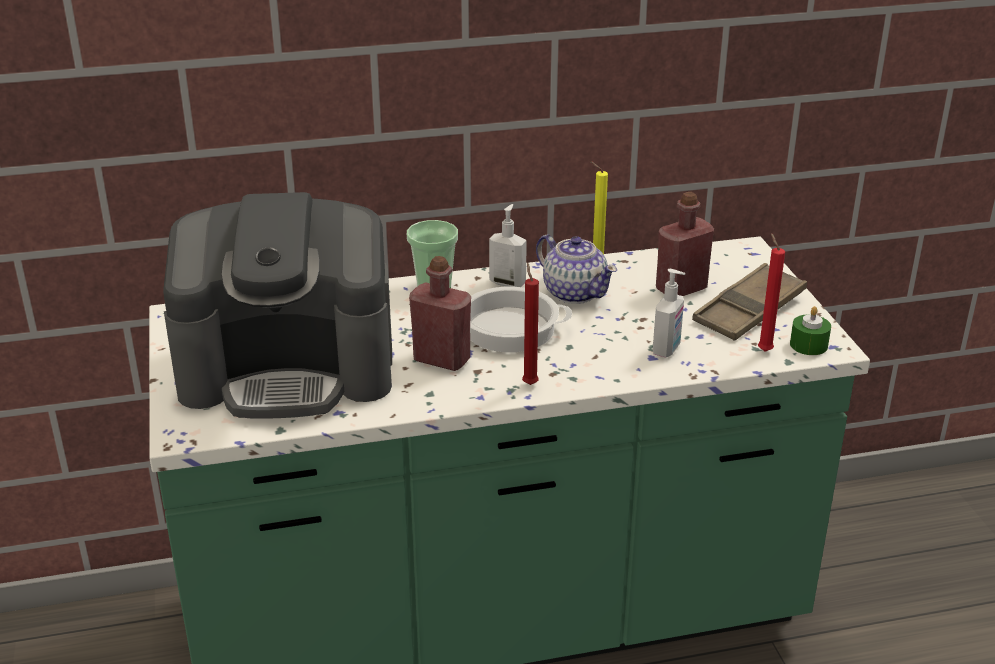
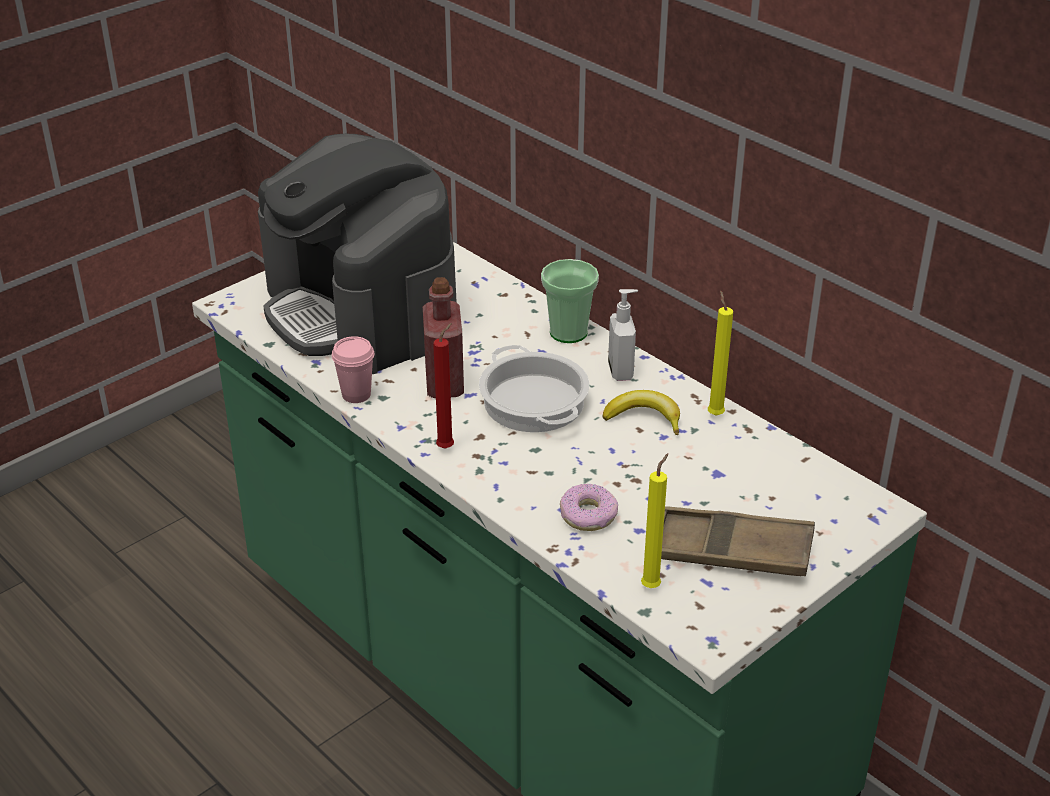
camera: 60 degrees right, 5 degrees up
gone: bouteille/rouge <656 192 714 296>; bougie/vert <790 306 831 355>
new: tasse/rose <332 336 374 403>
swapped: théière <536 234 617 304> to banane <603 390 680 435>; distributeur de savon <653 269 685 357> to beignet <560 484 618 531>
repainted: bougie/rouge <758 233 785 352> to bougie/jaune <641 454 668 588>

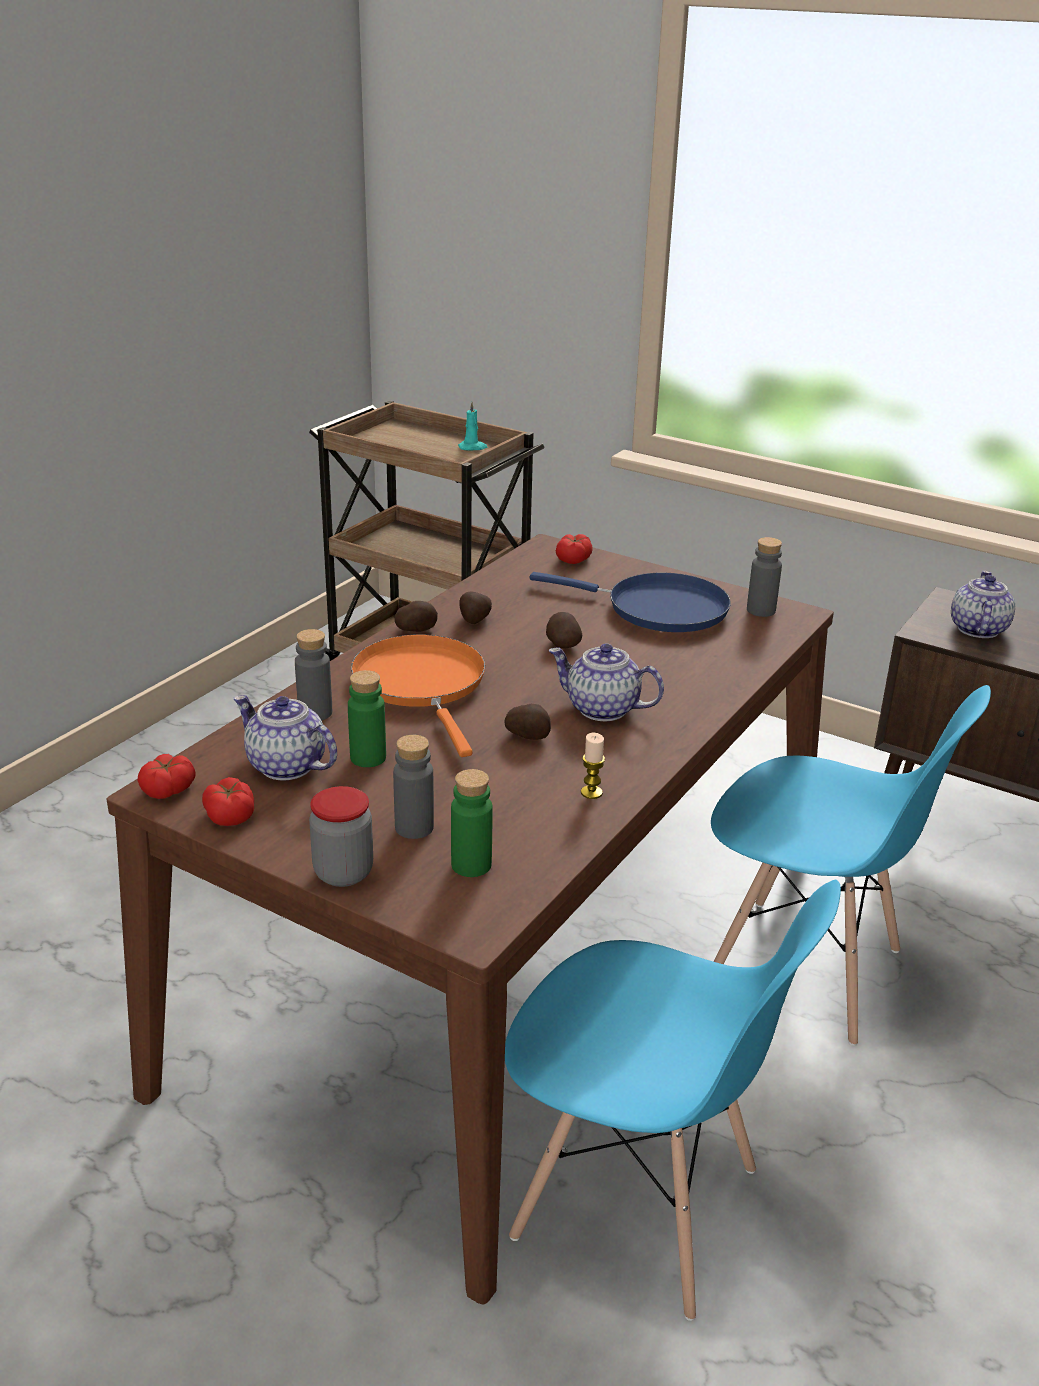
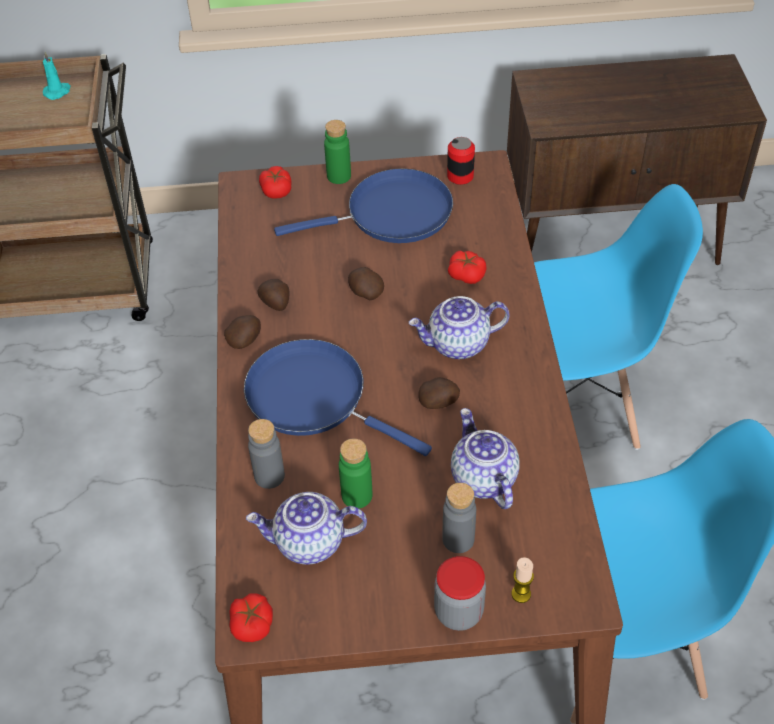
camera: 35 degrees left, 20 degrees up
shifted: tomate <202 777 254 826> to <448 250 487 284>; bouteille/vert <451 769 493 877> to <324 120 351 184>; bougie <581 733 605 799> to <511 557 534 603>; théière <951 571 1015 638> to <451 408 520 509>
swapped: bouteille/gris <747 537 782 617> to boîte métallique <447 137 475 185>
repainted: poêle/orange <351 634 485 757> to poêle/bleu <244 339 432 456>

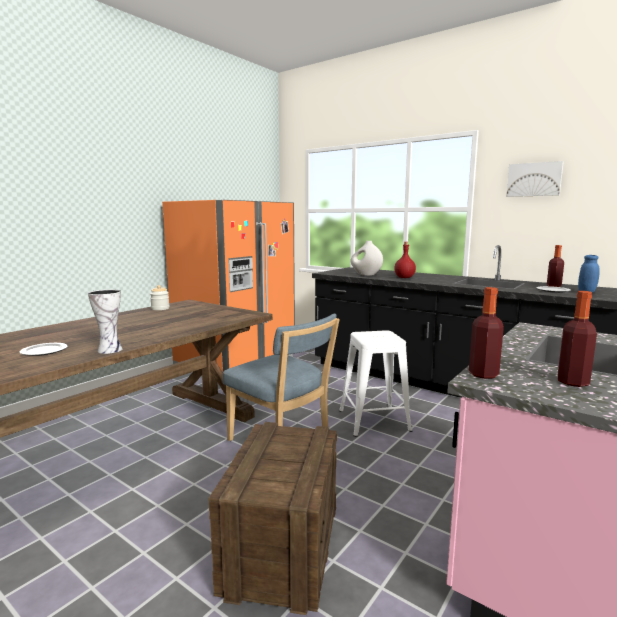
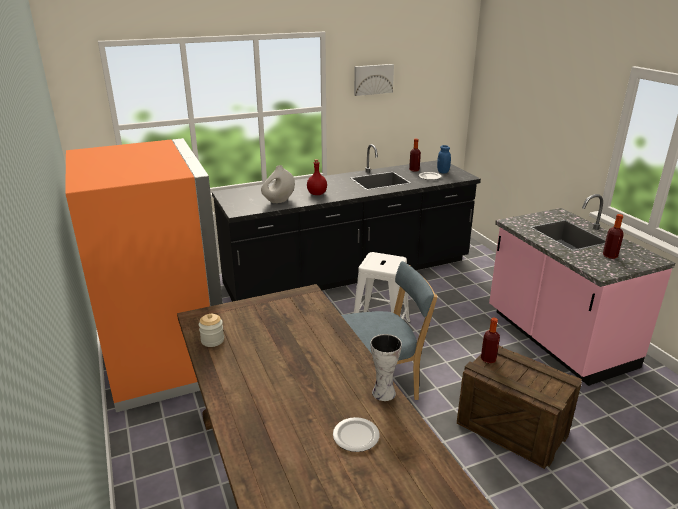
camera: 60 degrees left, 15 degrees up
shifted: bouteille <469 287 504 379> to <481 318 500 364>

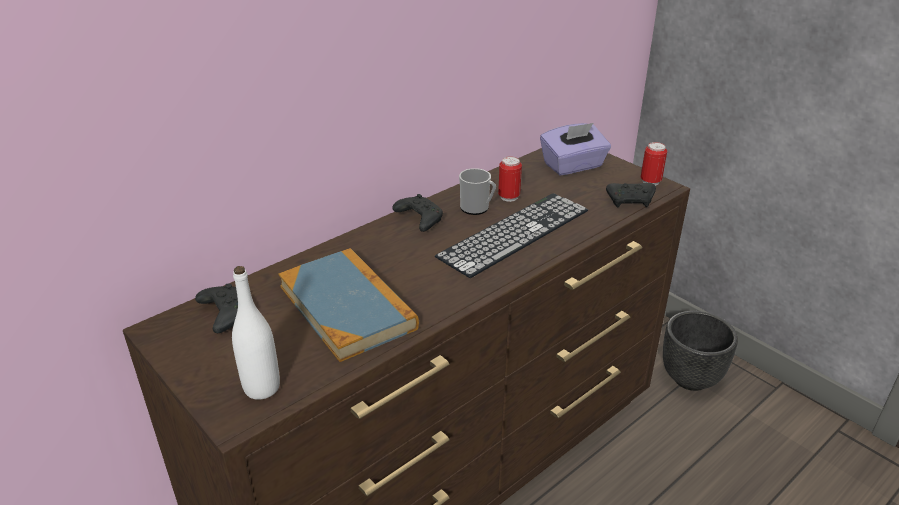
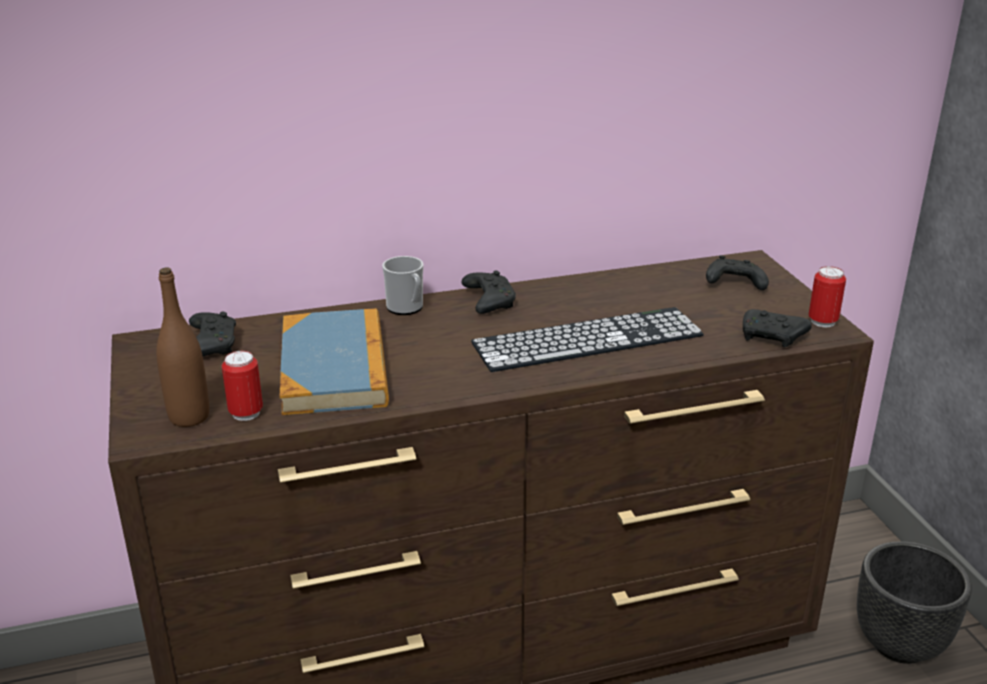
camera: 25 degrees right, 5 degrees down
shifted: mug <459 168 496 215> to <382 256 424 315>; boîte métallique <498 156 522 202> to <222 351 263 421>
swapped: boîte à mouchoirs/violet <540 123 611 175> to manette/noir <706 255 769 290>
repainted: bouteille/blanc <232 266 280 400> to bouteille/marron <156 267 209 427>

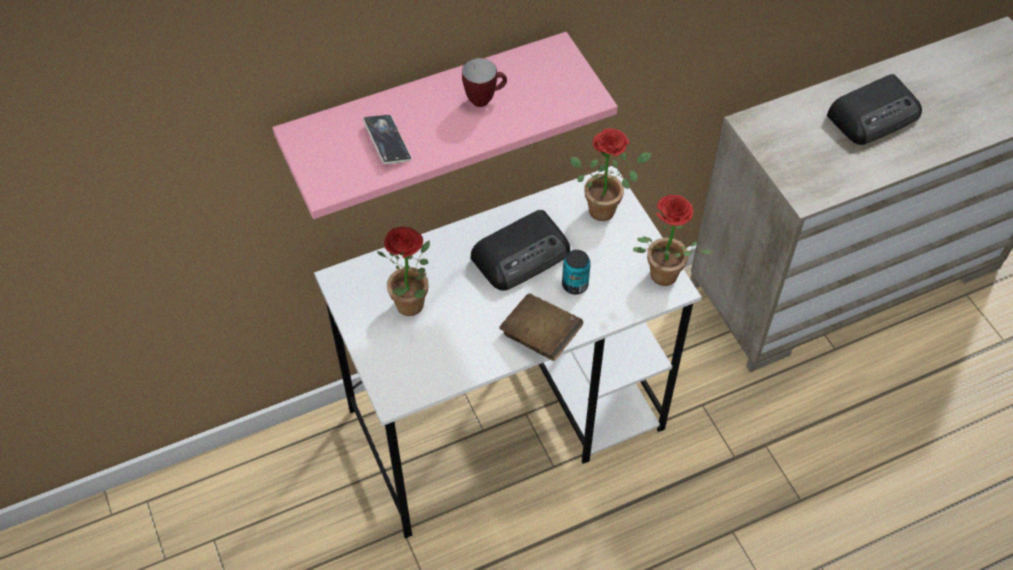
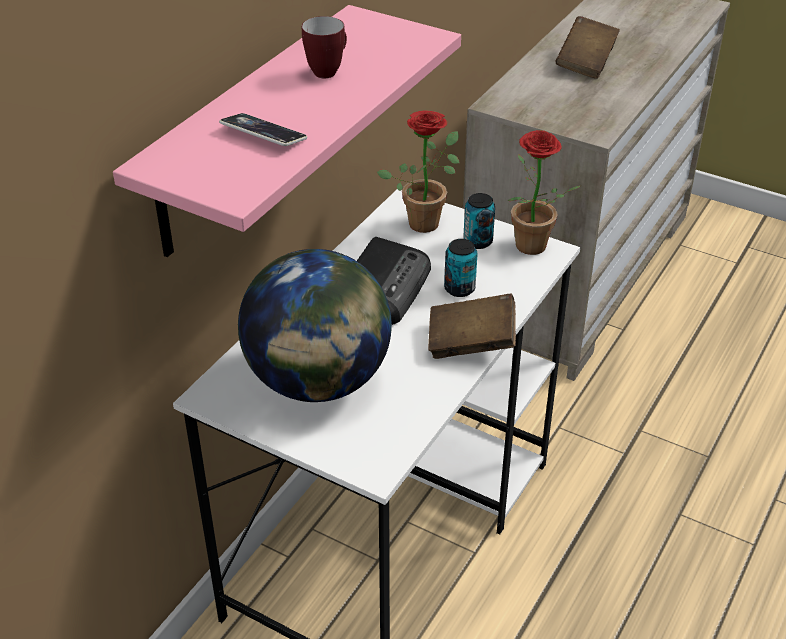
camera: 35 degrees left, 15 degrees down
new: boîte métallique <463 193 495 249>
swapped: plante en pot <376 226 430 316> to globe <238 249 392 402>; radio <827 74 922 145> to livre/marron <556 16 620 79>

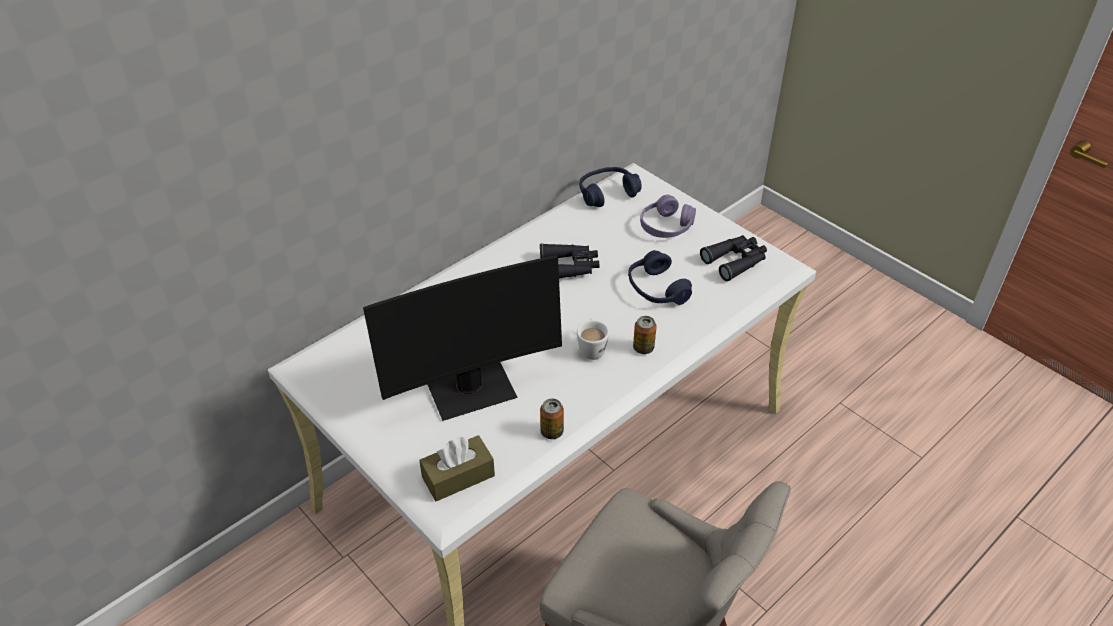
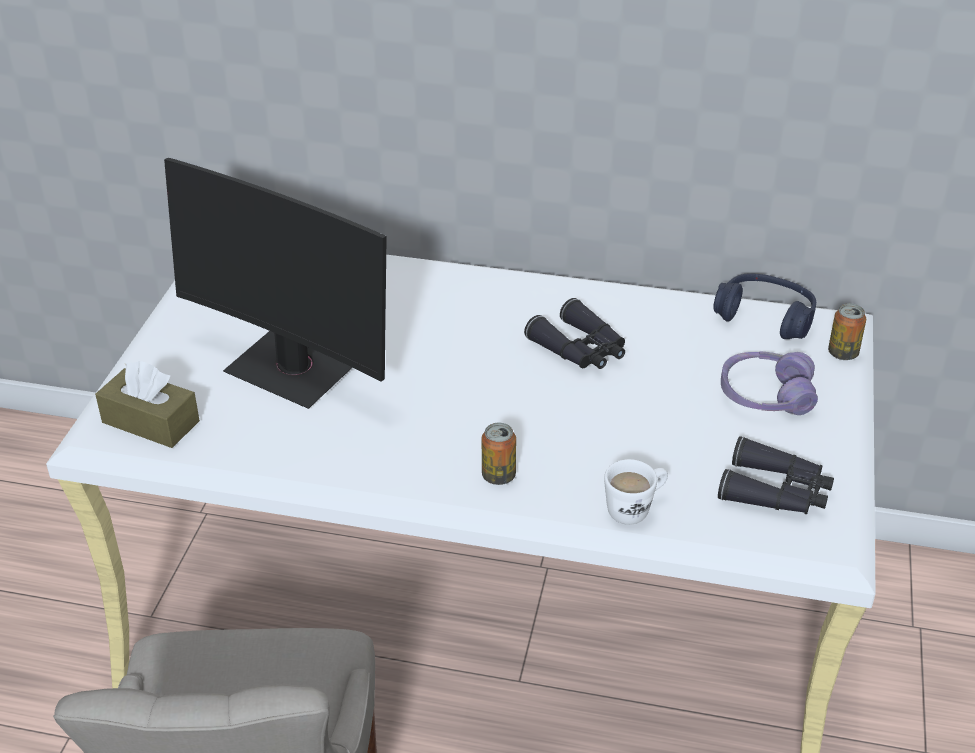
camera: 55 degrees right, 5 degrees down
gone: casque audio/bleu <628 250 692 305>
shifted: boîte métallique <540 399 564 439> to <828 303 866 360>; mug/blanc <577 318 609 360> to <604 459 668 525>

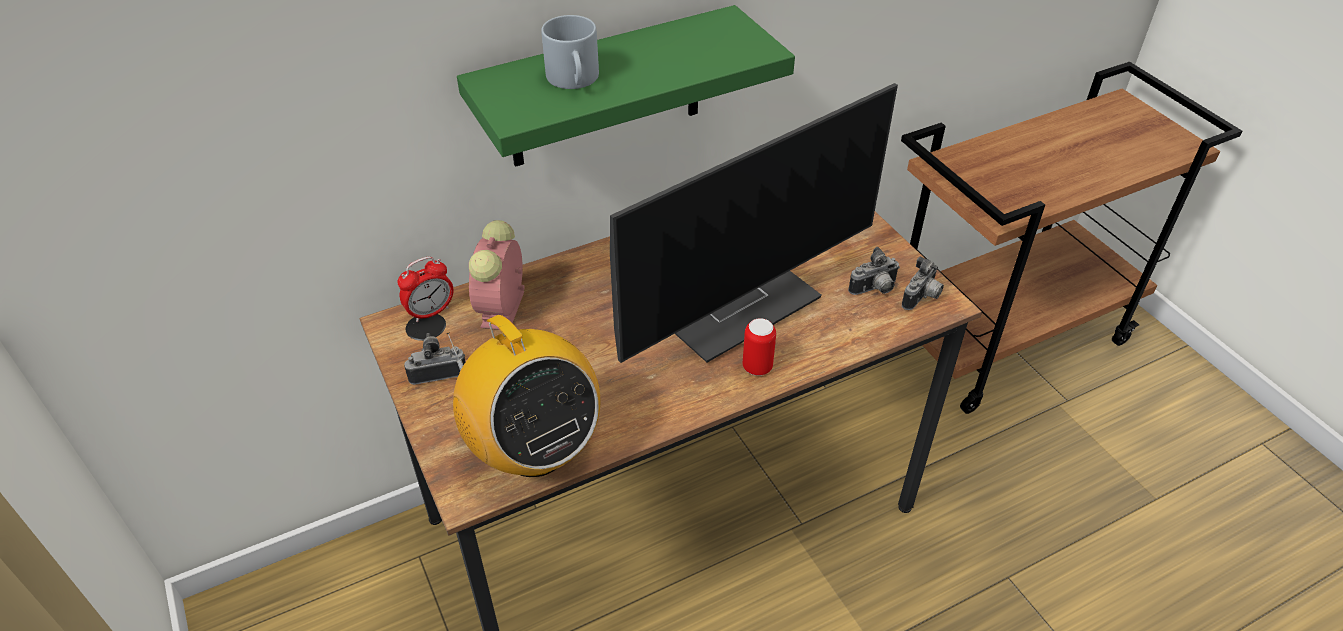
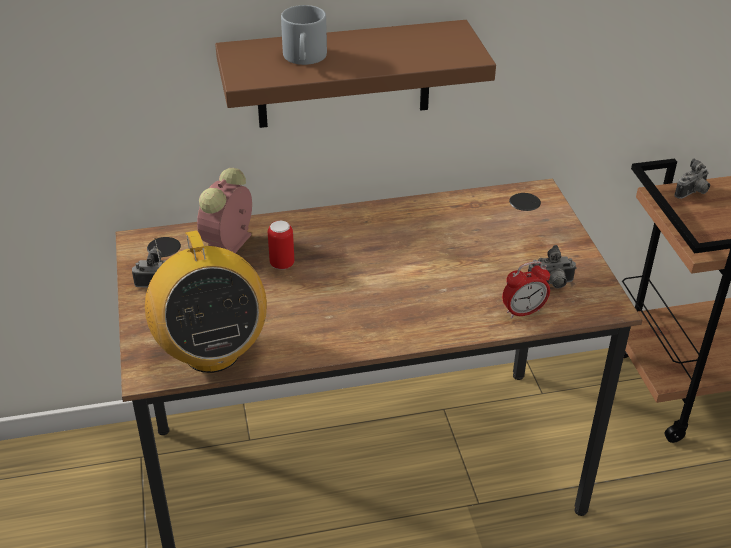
camera: 15 degrees right, 5 degrees down
gone: écran d'ordinateur <610 83 898 363>
shifted: réveil <398 257 454 322> to <502 261 550 319>; boîte métallique <742 318 776 376> to <268 221 294 270>; appareil photo <902 256 944 310> to <674 158 710 199>
repainted: étagère/vert <457 5 795 167> to étagère/marron <215 20 496 128>

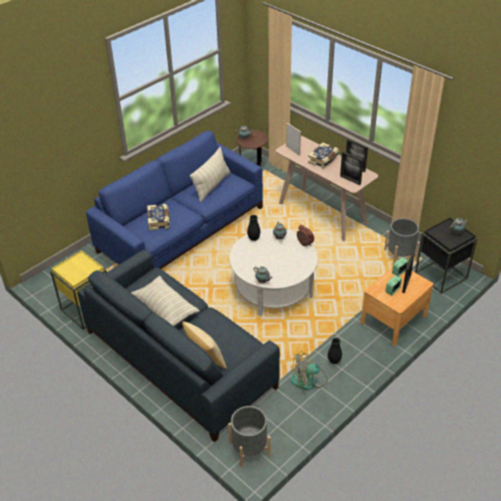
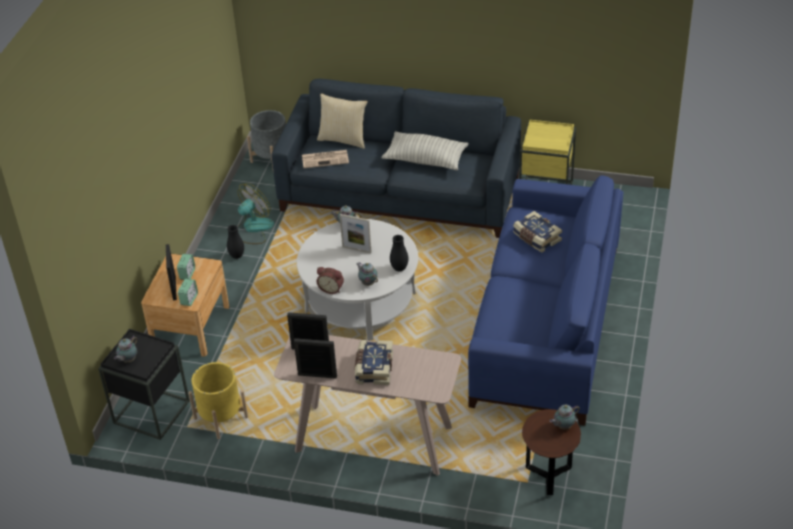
camera: 150 degrees right, 0 degrees up
gone: coussin <190 147 231 202>
new: journal <302 150 349 168>
shifted: cadre photo <286 123 301 156> to <340 214 372 253>
repainted: cache-pot/gris <384 218 420 265> to cache-pot/jaune <188 362 248 439>

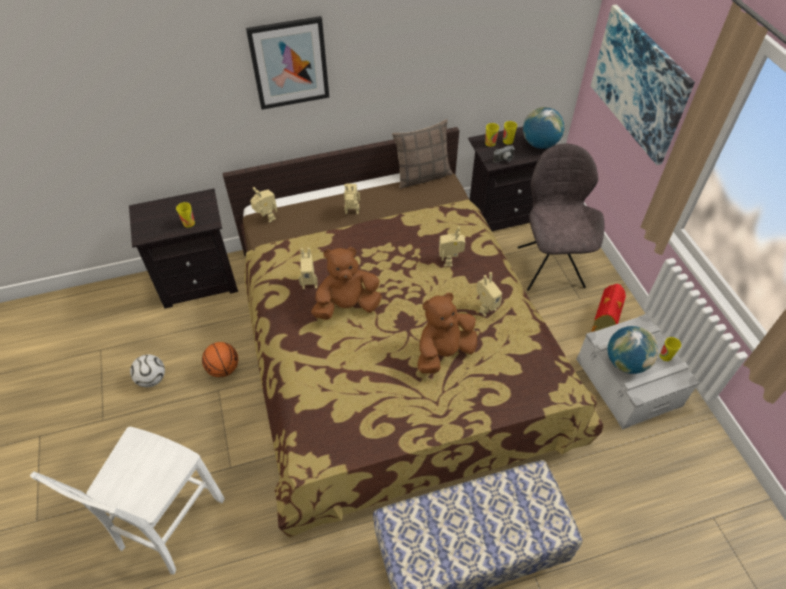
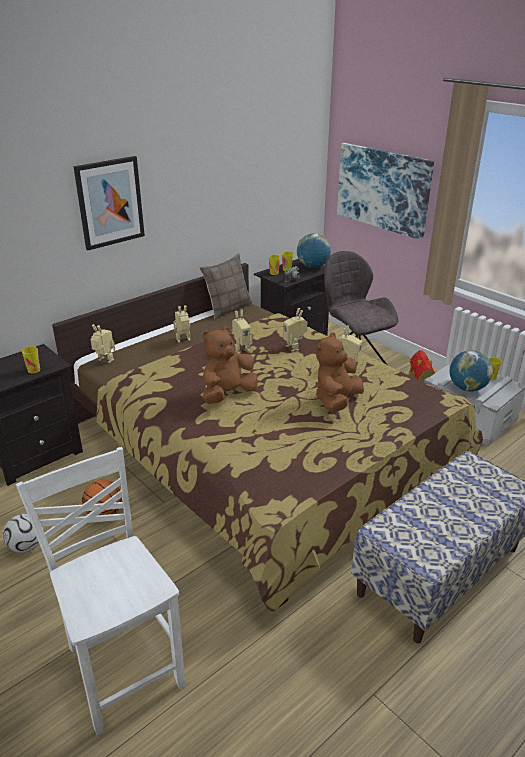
camera: 25 degrees left, 20 degrees down
shifted: robot jouet <299 248 318 289> to <232 310 252 354>
rotated: chaise/blanc <30 427 225 575> = <16 447 185 735> 150 degrees clockwise

